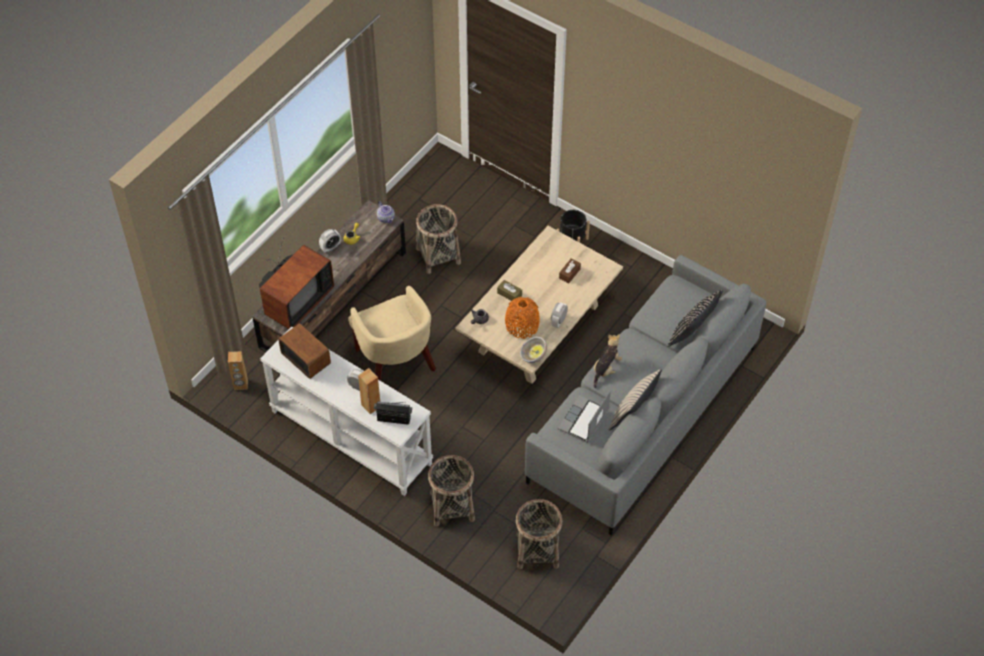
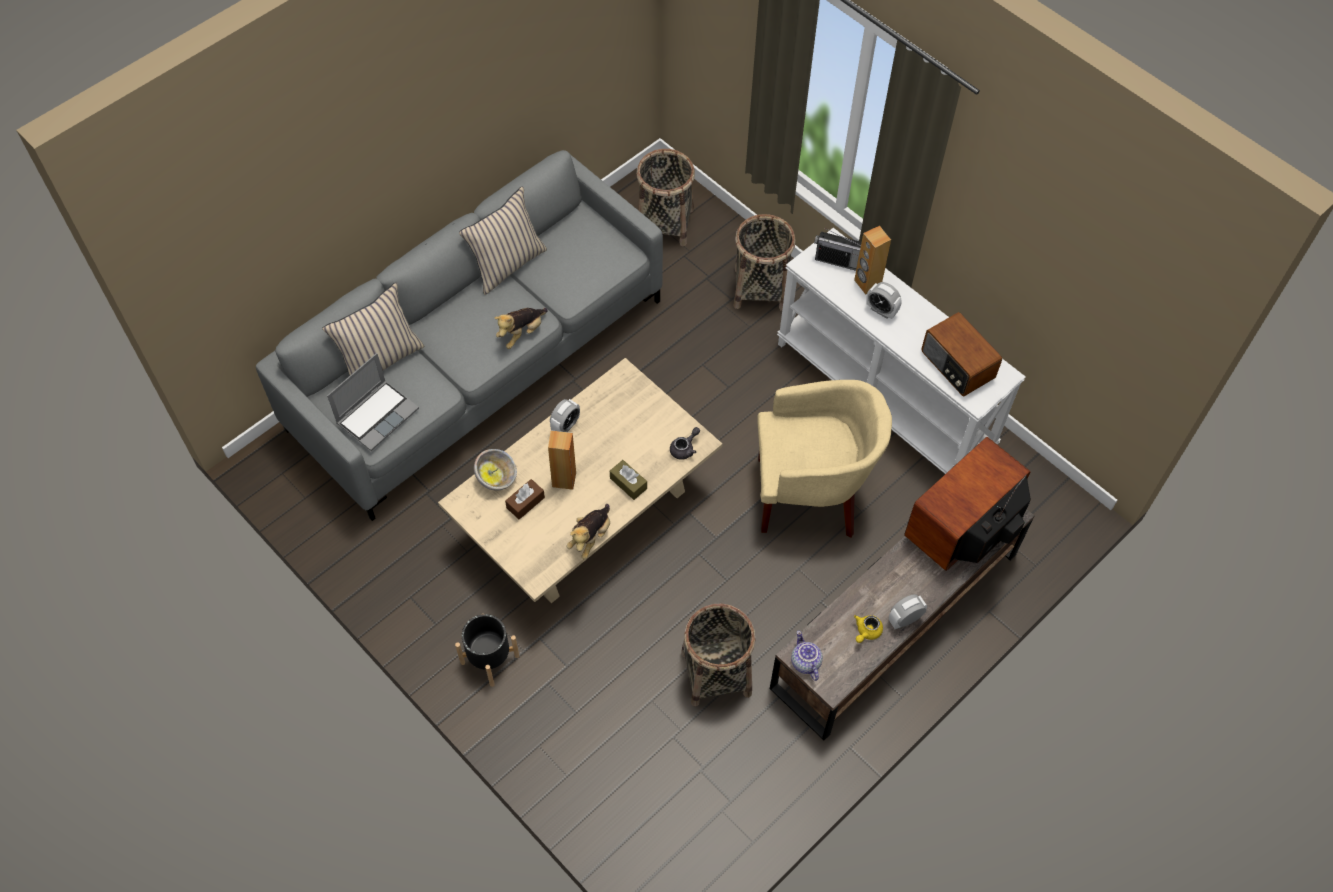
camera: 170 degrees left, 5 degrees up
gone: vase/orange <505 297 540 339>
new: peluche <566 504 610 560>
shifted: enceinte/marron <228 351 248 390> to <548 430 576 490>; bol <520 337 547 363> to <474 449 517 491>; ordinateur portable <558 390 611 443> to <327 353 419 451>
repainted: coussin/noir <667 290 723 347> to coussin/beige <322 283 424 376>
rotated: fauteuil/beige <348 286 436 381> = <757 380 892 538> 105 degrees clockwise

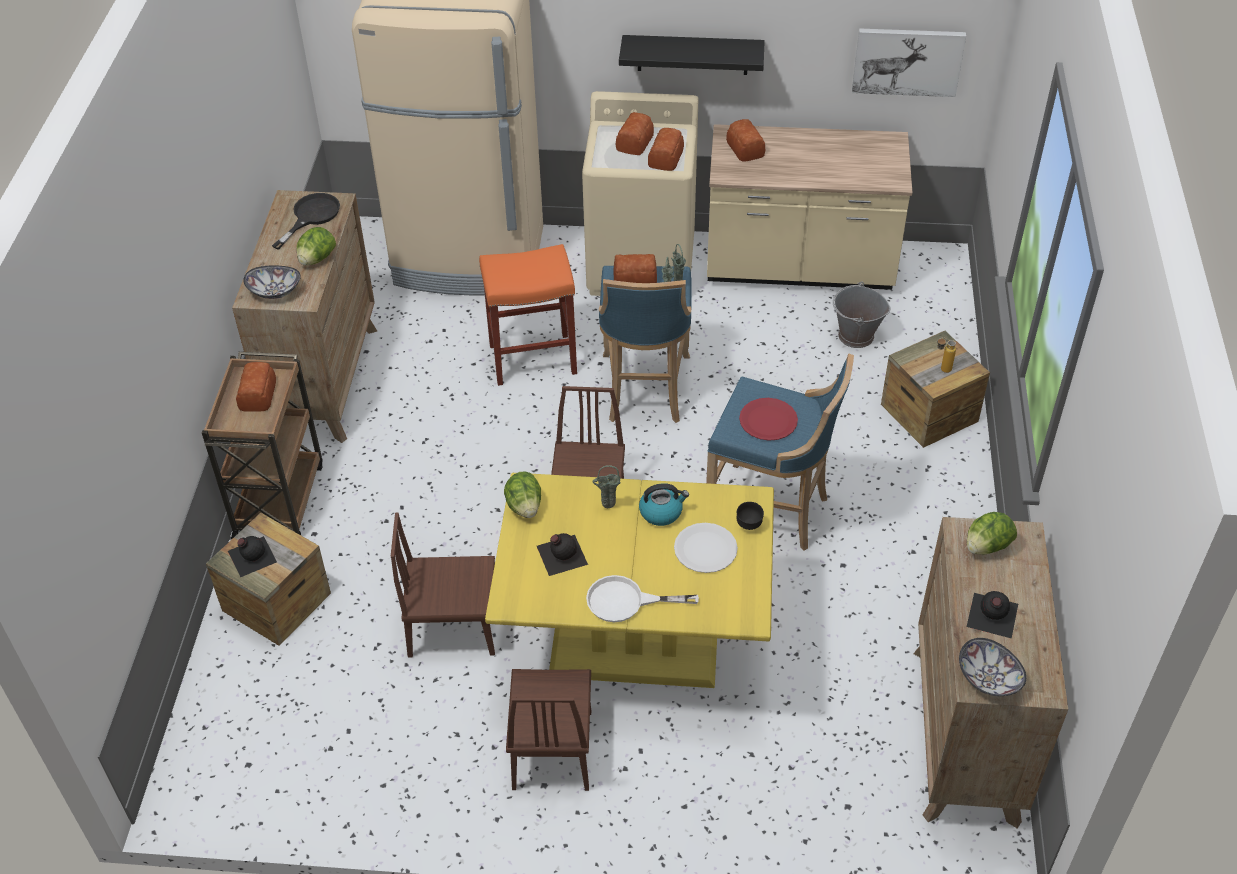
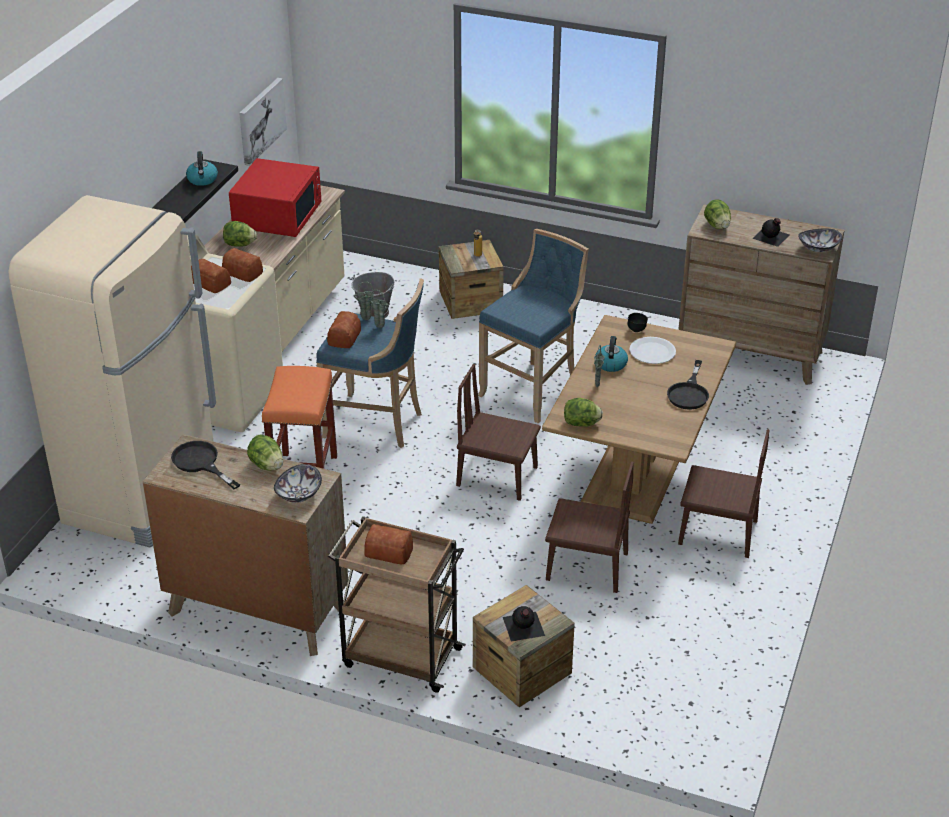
camera: 75 degrees left, 10 degrees down
gone: bouteille/noir <537 533 588 576>; assiette/rouge <739 398 798 441>
new: bouilloire <186 151 218 186>; micro-ondes/rouge <229 158 321 237>
swapped: pain <726 119 765 161> to laitue <223 221 257 247>
repainted: table à manger/jaune <485 473 774 688> to table à manger/marron <542 315 736 524>; poêle/blanc <586 575 699 622> to poêle/noir <667 360 709 410>
rotated: chaise/marron <391 512 495 658> = <545 461 634 593> 90 degrees counterclockwise

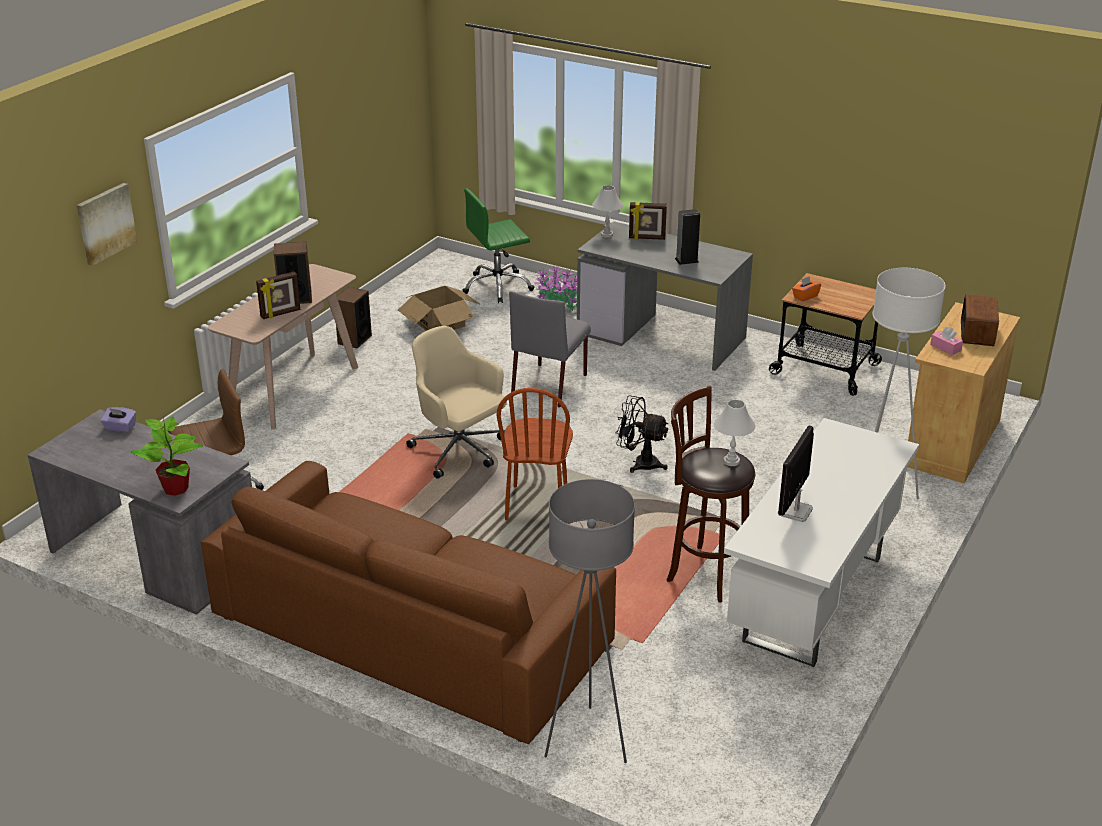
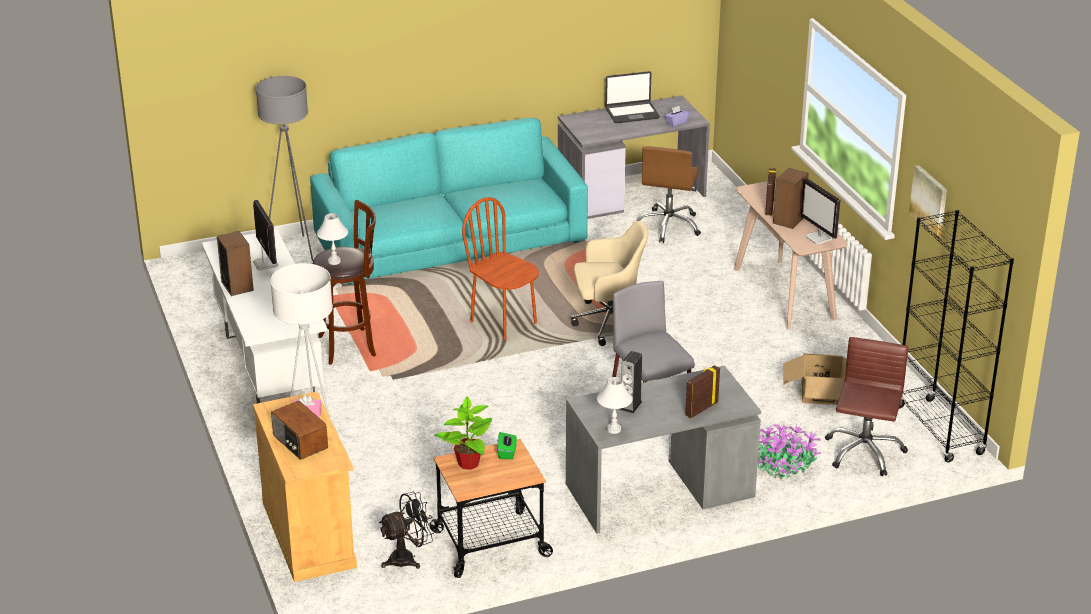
camera: 130 degrees right, 0 degrees up
new: ordinateur portable <605 71 660 123>; écran d'ordinateur <801 178 841 244>; bibliothèque/noir <899 210 1014 462>
shifted: tableau <77 183 137 266> to <909 165 947 239>; plante en pot <130 416 203 496> to <435 397 492 470>; enceinte <336 287 372 349> to <217 231 254 296>; lampe de table/blanc <592 185 623 238> to <597 377 633 434>; ventilateur/noir <615 395 668 473> to <379 492 435 569>
repainted: canapé/marron <201 461 616 744> to canapé/turquoise <310 118 588 285>; chaise de bureau/vert <462 188 534 303> to chaise de bureau/marron <825 337 909 476>; boîte à mouchoirs/orange <792 276 821 301> to boîte à mouchoirs/vert <497 432 517 459>

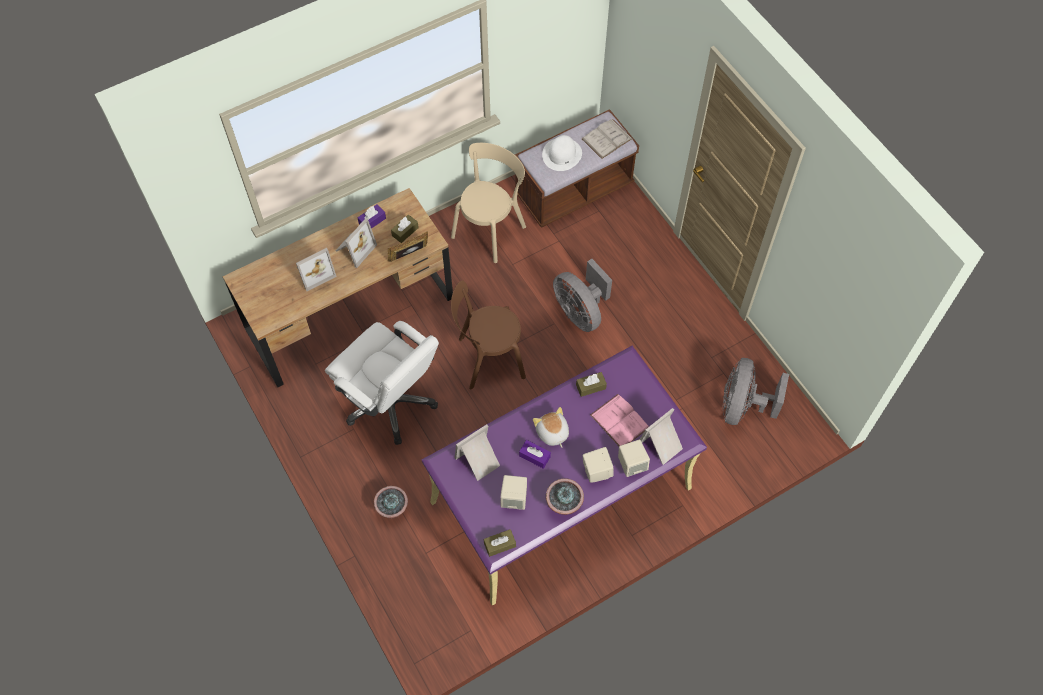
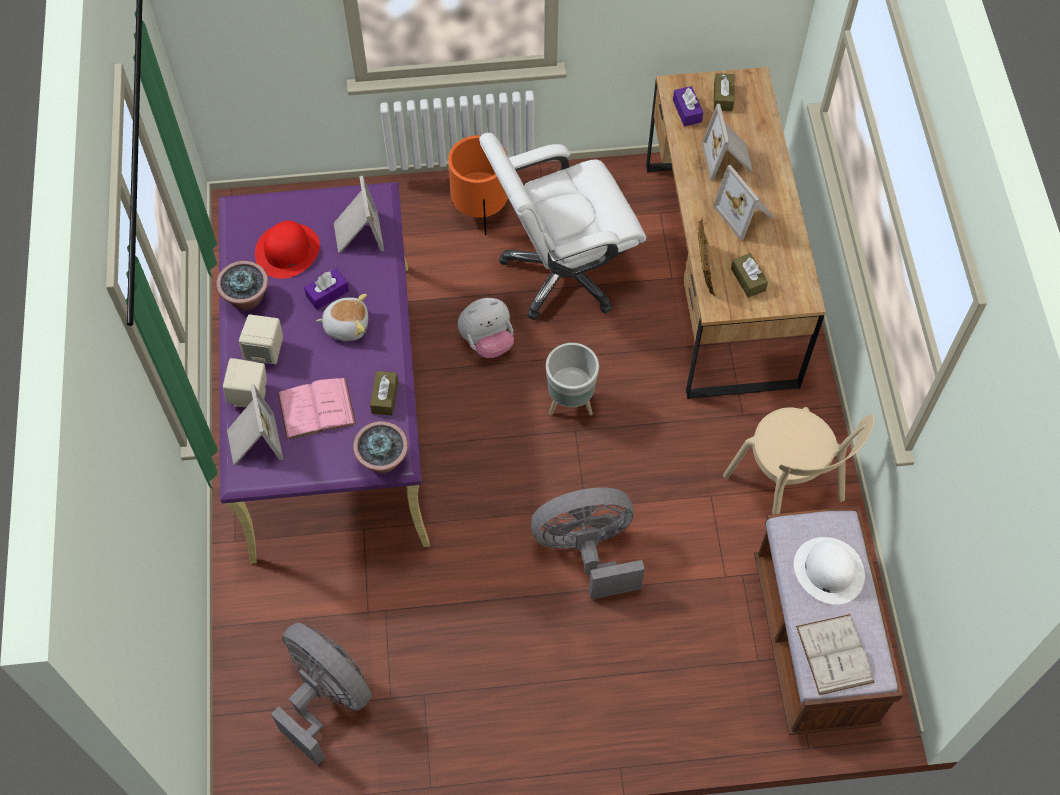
camera: 115 degrees right, 0 degrees up
new: cache-pot/orange <448 135 508 235>; peluche <458 298 514 358>
shifted: boîte à mouchoirs/violet <357 204 386 229> to <673 86 703 127>; plante en pot <374 486 408 519> to <353 421 408 473>; boîte à mouchoirs/marron <484 529 516 557> to <714 73 735 111>
swapped: chaise/marron <451 280 526 389> to cache-pot/gris <546 343 599 415>; enceinte/beige <500 475 527 510> to chapeau/rouge <255 221 320 279>

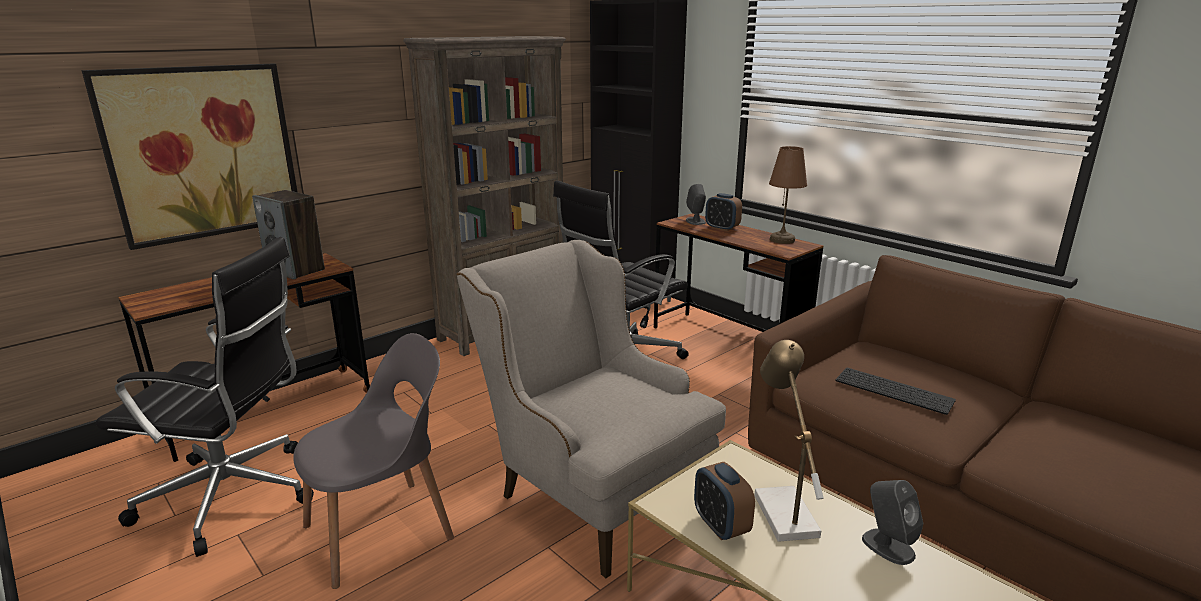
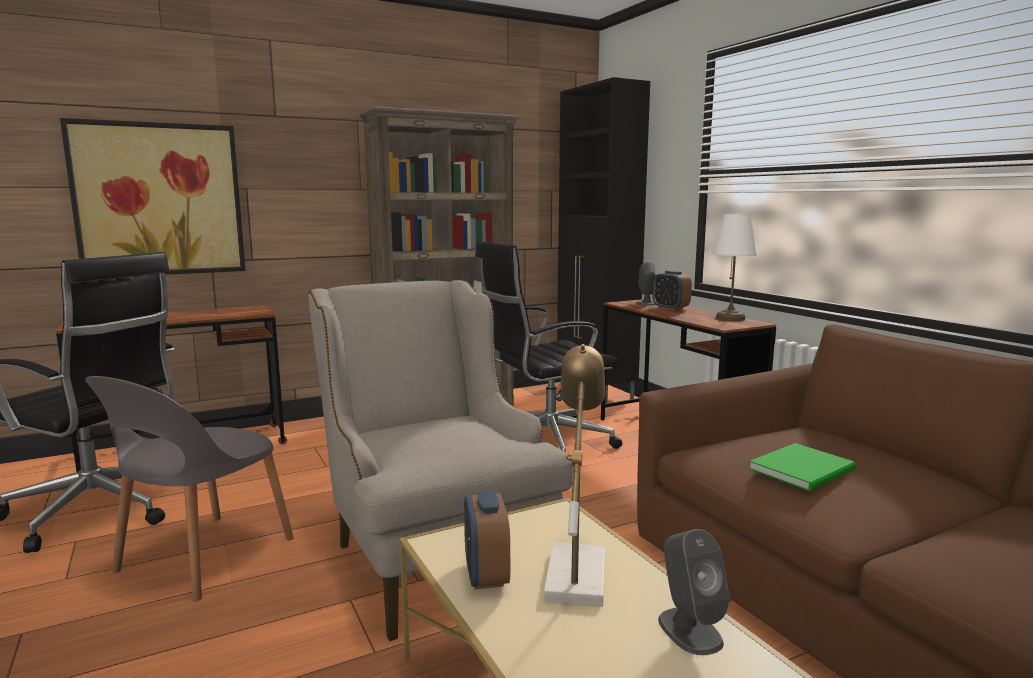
camera: 15 degrees right, 10 degrees down
gone: enceinte <252 190 325 279>
swapped: clavier <835 368 956 415> to livre/vert <749 443 856 491>
repainted: lampe de table/marron <769 146 807 244> to lampe de table/blanc <713 213 757 321>
rotated: chaise/gris <293 333 454 589> = <85 376 294 601> 135 degrees clockwise

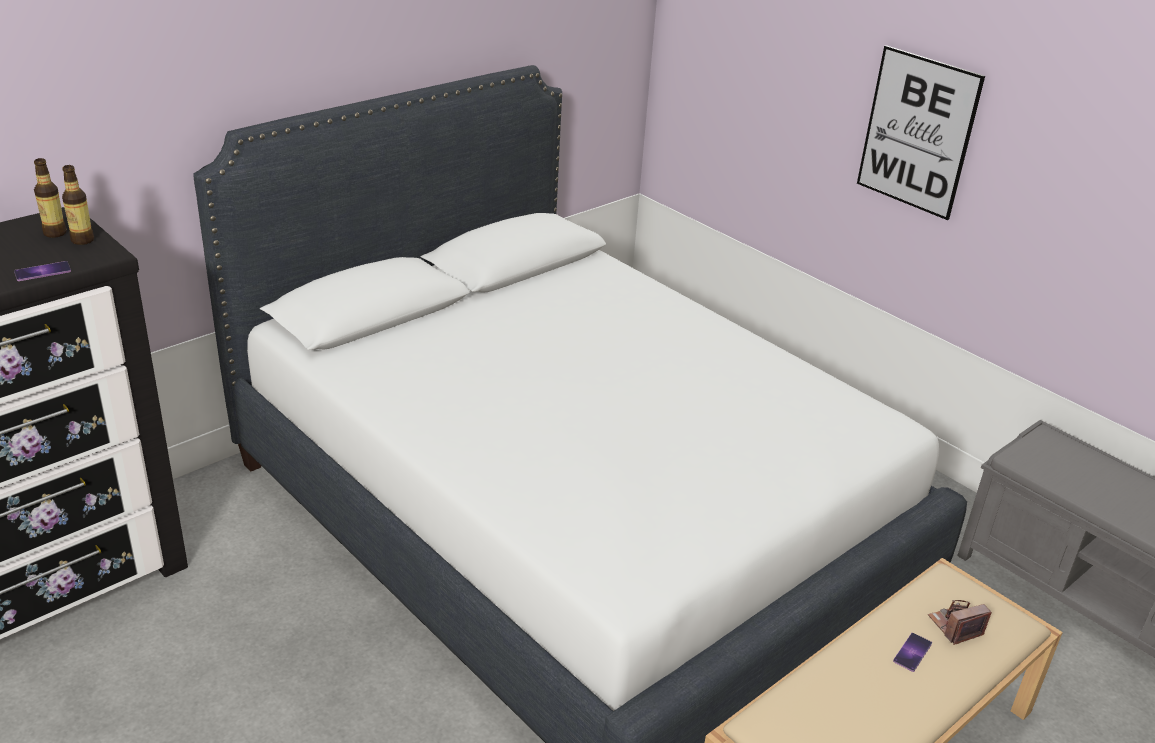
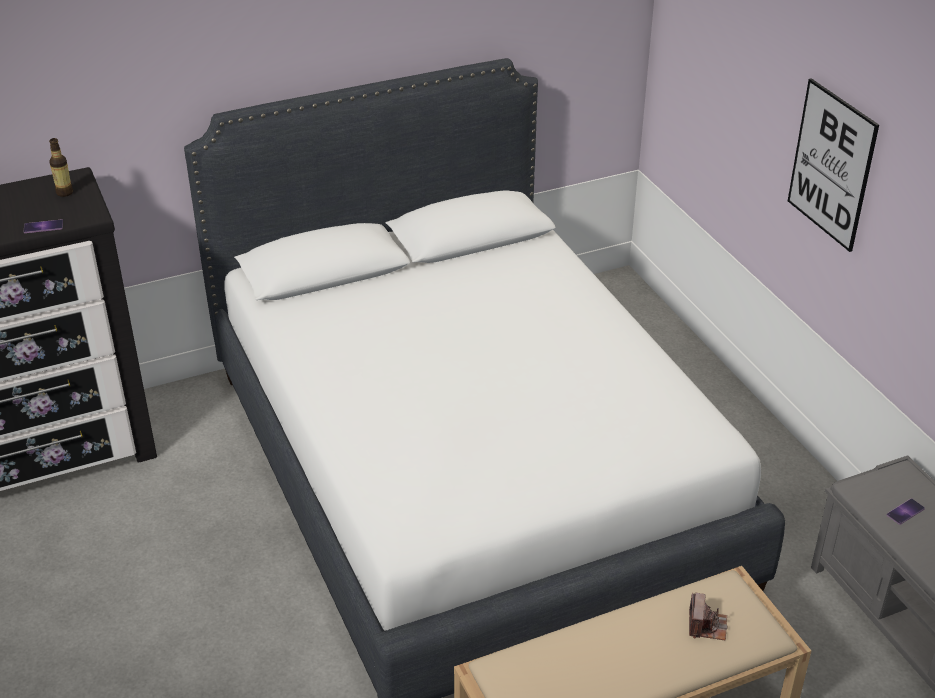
camera: 20 degrees right, 5 degrees up
gone: bouteille <62 165 94 245>
shifted: téléphone <893 633 932 672> to <887 498 925 525>
rotated: appareil photo <928 600 992 645> = <689 592 727 640> 105 degrees clockwise

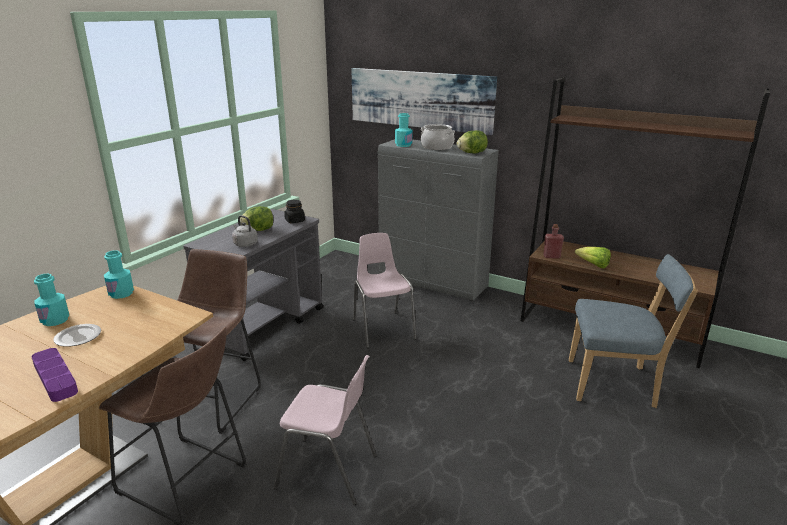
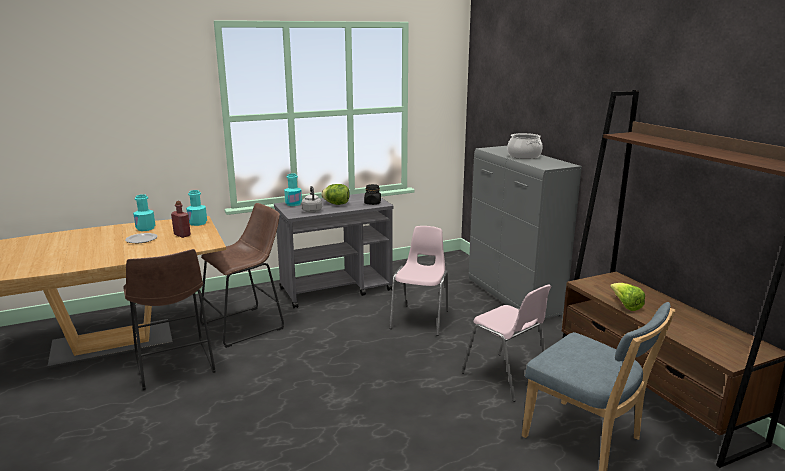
camera: 35 degrees right, 5 degrees down
gone: plateau/violet <31 348 78 402>; tableau <351 68 497 135>; laitue <456 130 488 153>
shifted: chaise/rose <274 355 377 505> to <462 285 552 402>; bouteille/turquoise <395 113 412 147> to <284 174 302 206>; bouteille/rouge <543 224 564 259> to <171 201 191 238>

